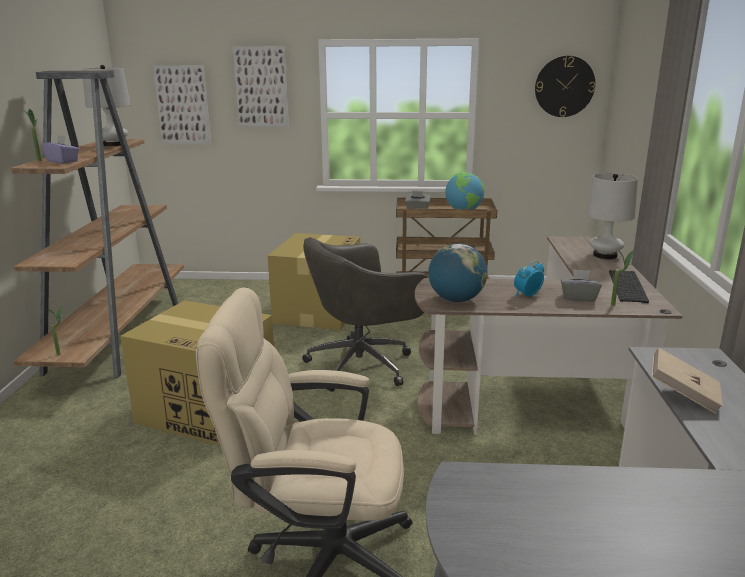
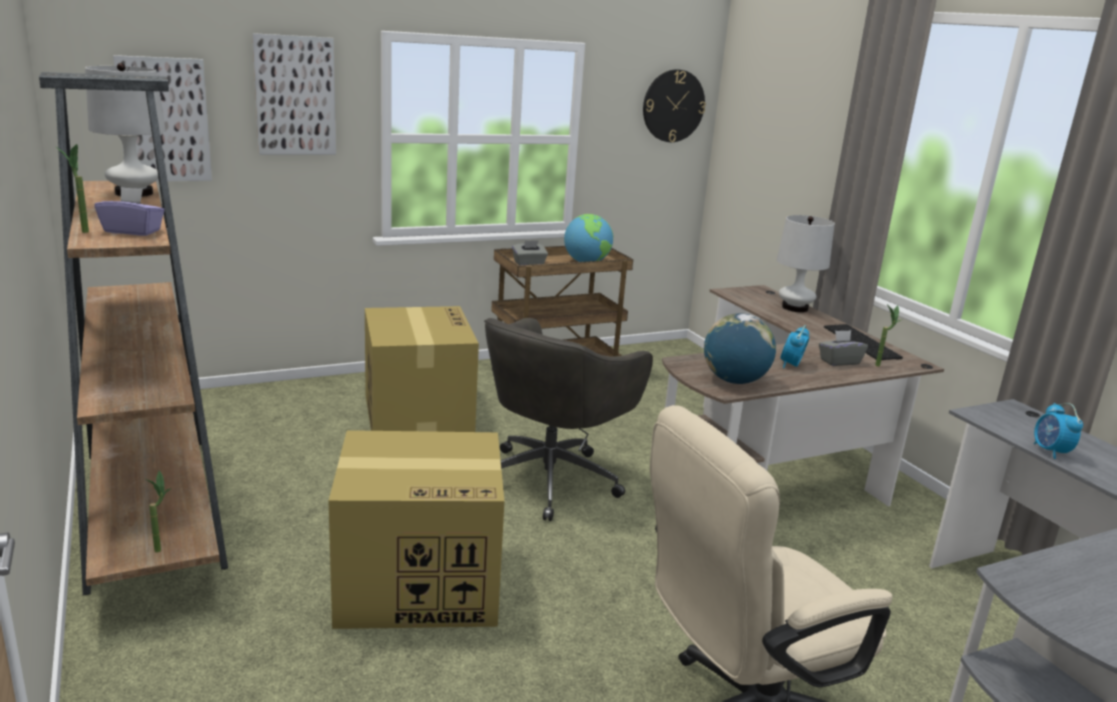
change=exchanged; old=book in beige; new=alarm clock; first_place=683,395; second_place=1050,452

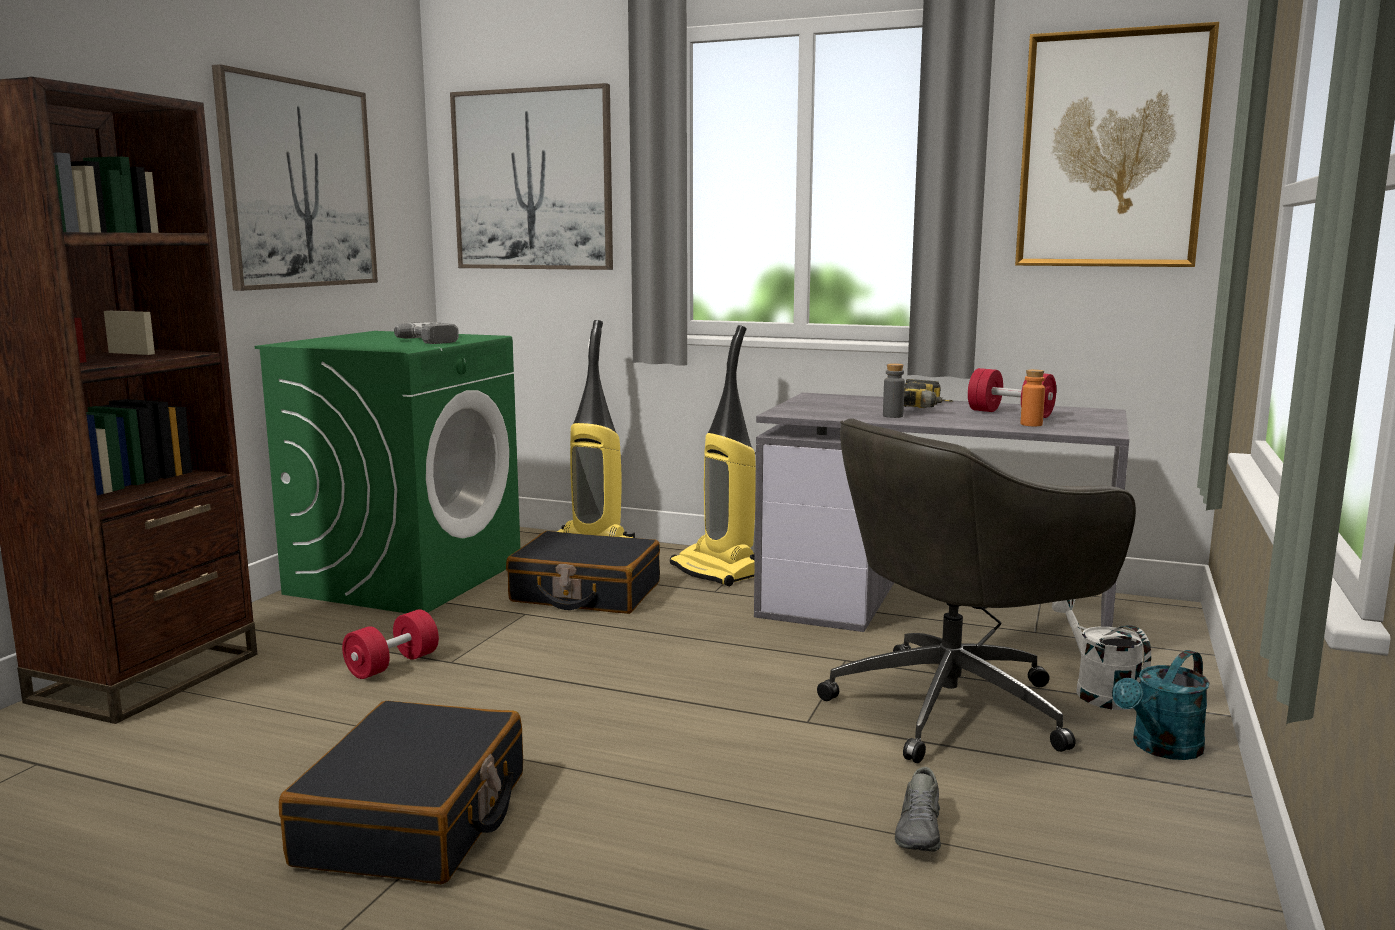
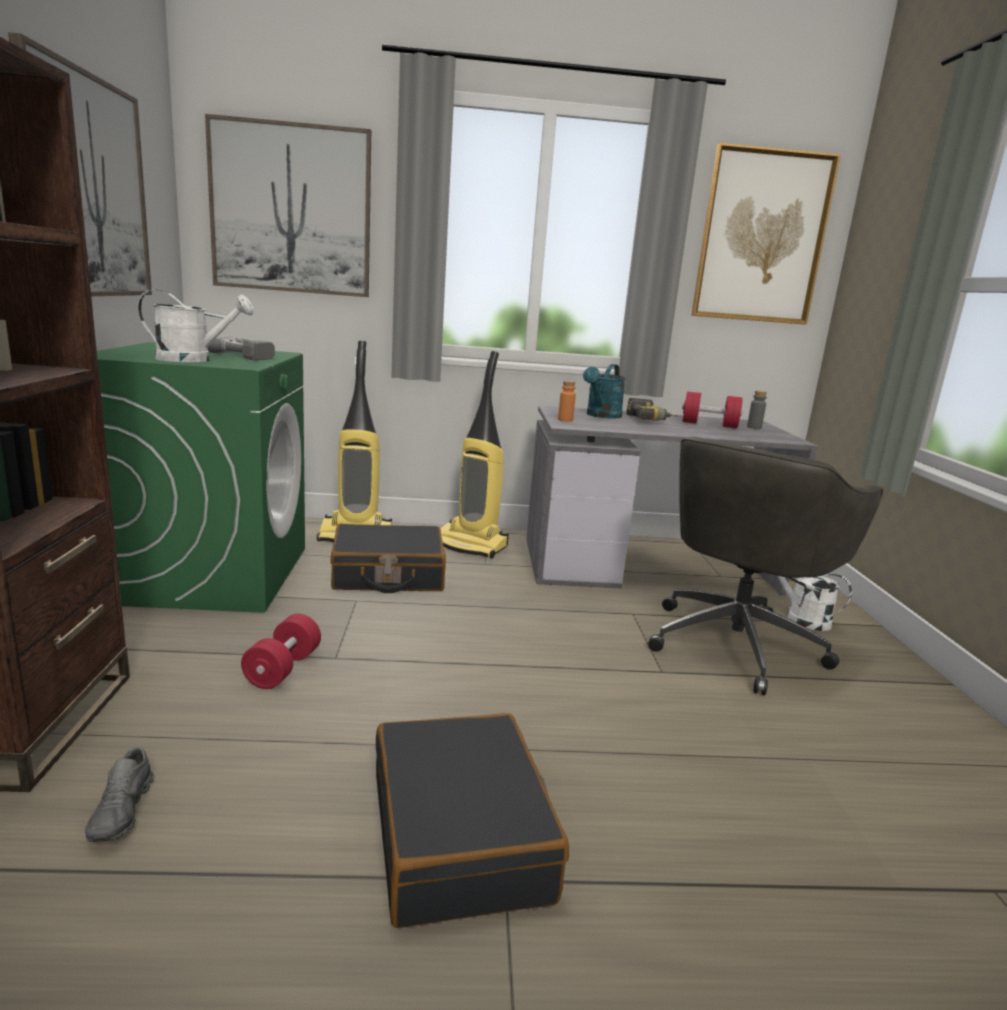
change=relocated; old=shoe in grey; first_place=920,831; second_place=122,812
change=appeared; new=watering can in white; second_place=194,360
change=relocated; old=bottle in orange; first_place=1031,424; second_place=565,420
change=relocated; old=watering can in turquoise; first_place=1161,748; second_place=601,416
change=relocated; old=bottle in grey; first_place=893,416; second_place=754,427

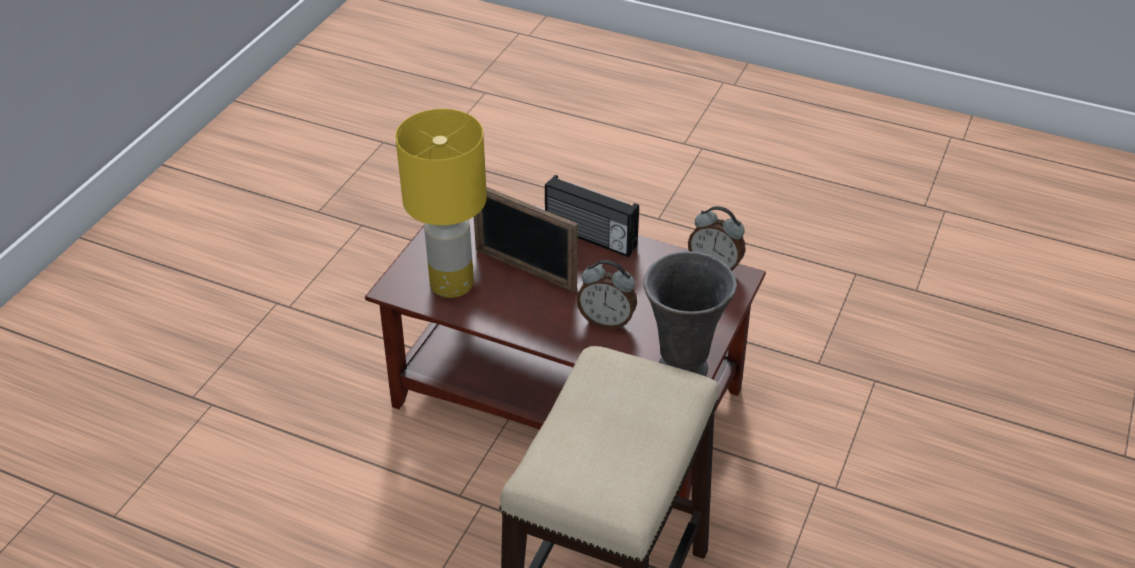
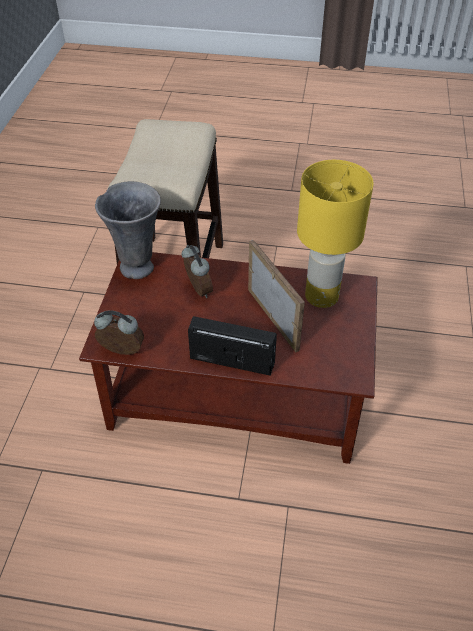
change=spun; old=alarm clock; first_place=606,321; second_place=197,290; degrees=60
change=spun; old=picture frame; first_place=525,269; second_place=273,319; degrees=45

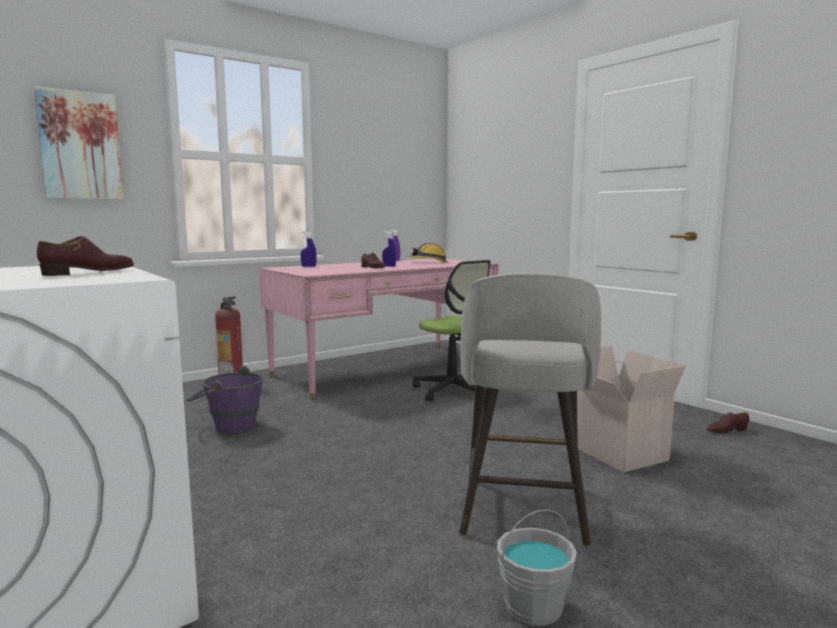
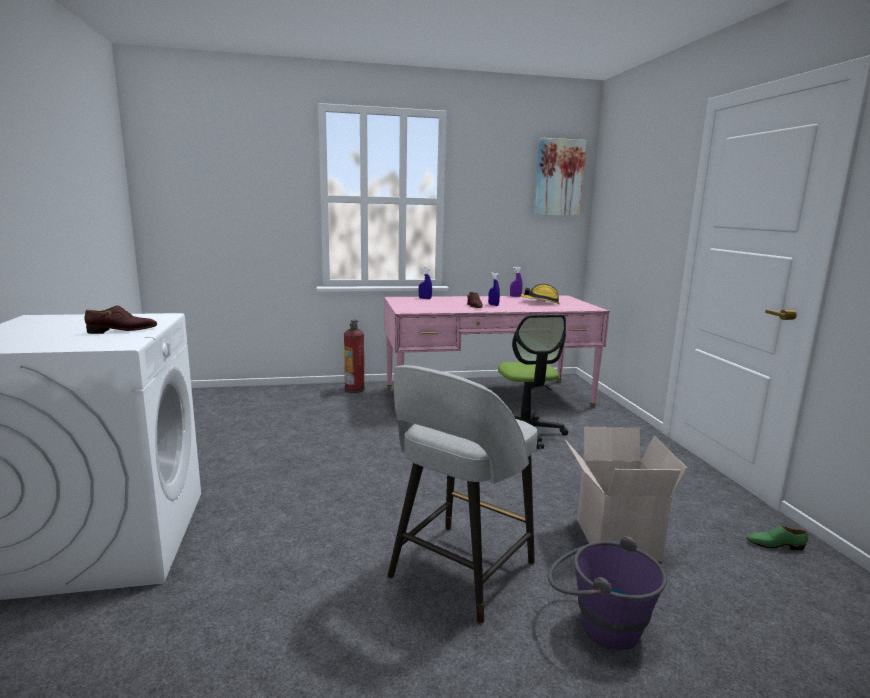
change=relocated; old=picture; first_place=80,146; second_place=559,177
change=relocated; old=bucket in purple; first_place=227,426; second_place=598,623
change=colour; old=shoe in brown; new=shoe in green; first_place=726,430; second_place=775,545
change=missing; old=bucket in grey; first_place=534,607

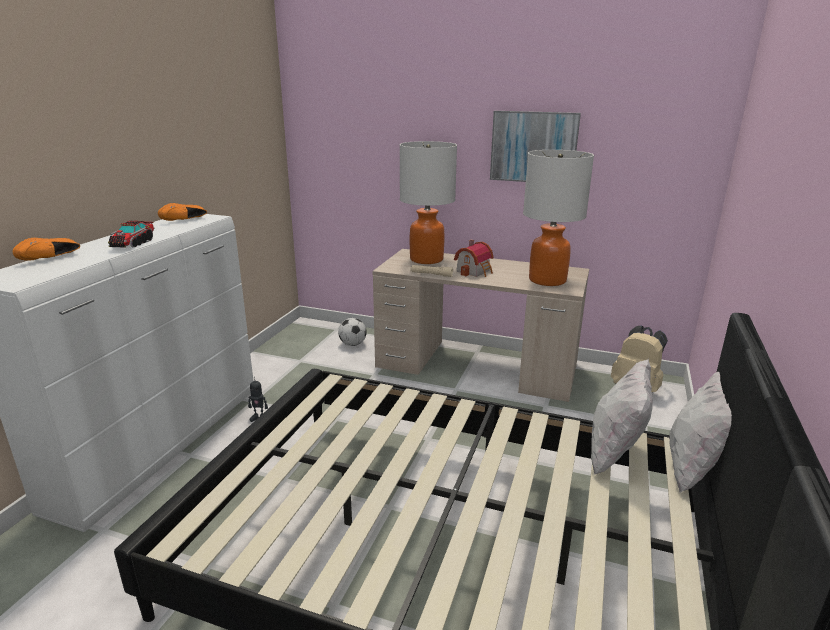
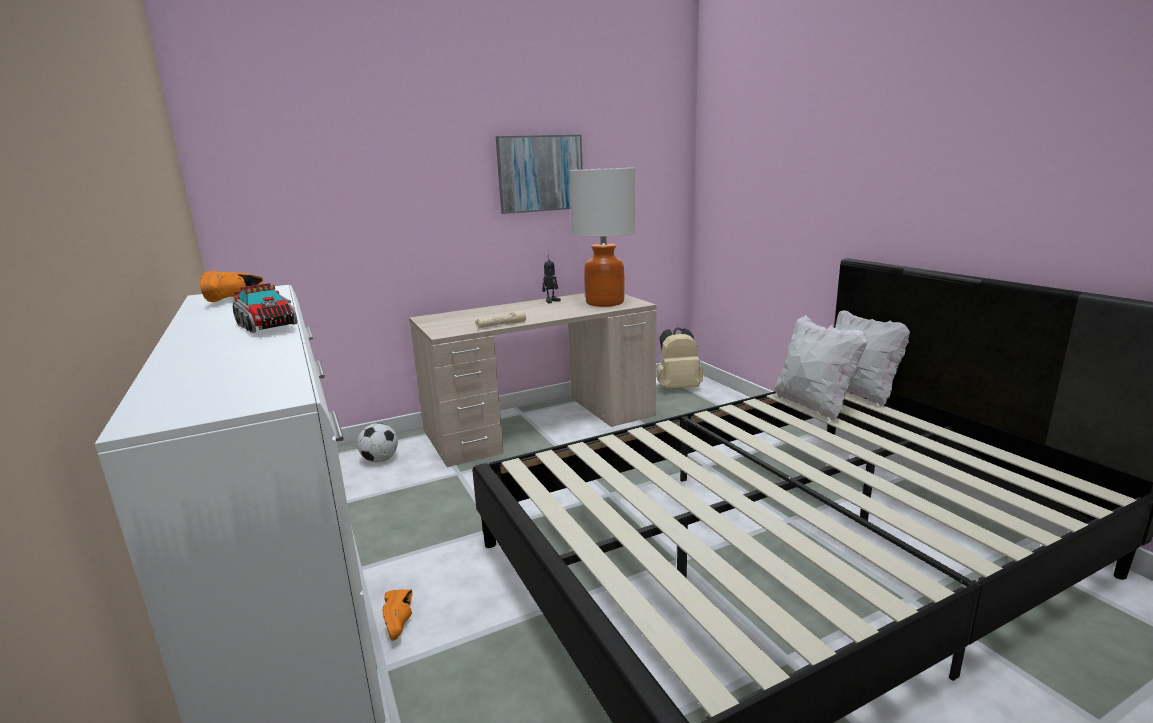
change=relocated; old=shoe in orange; first_place=52,258; second_place=401,621
change=relocated; old=toy robot; first_place=259,418; second_place=551,301
change=missing; old=table lamp; first_place=426,259
change=missing; old=toy house; first_place=475,271

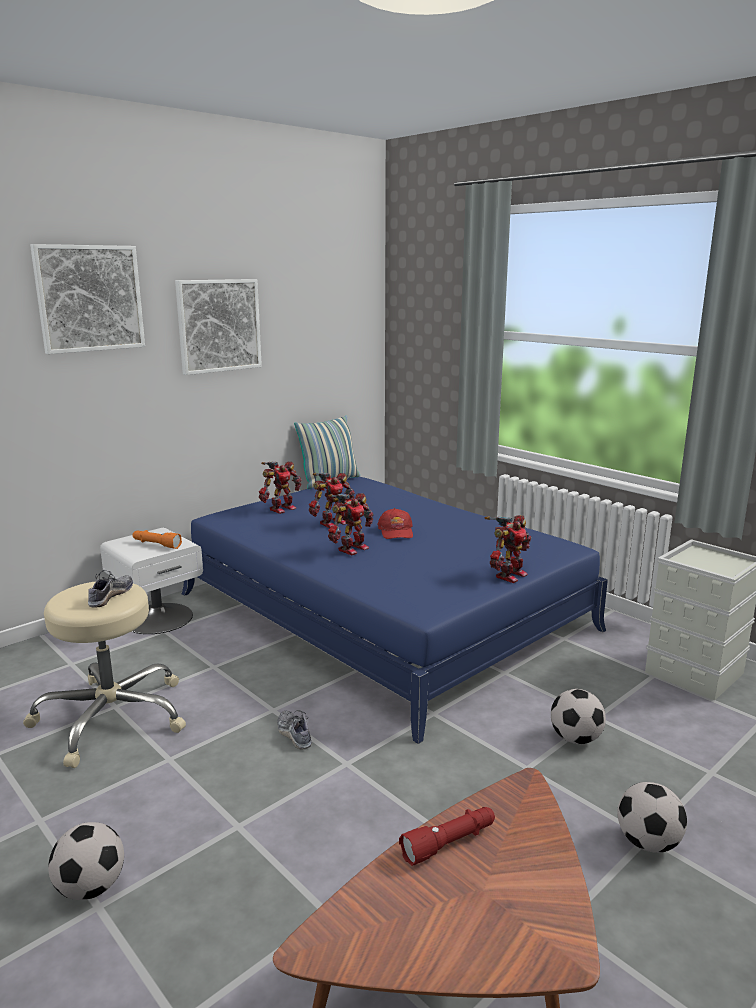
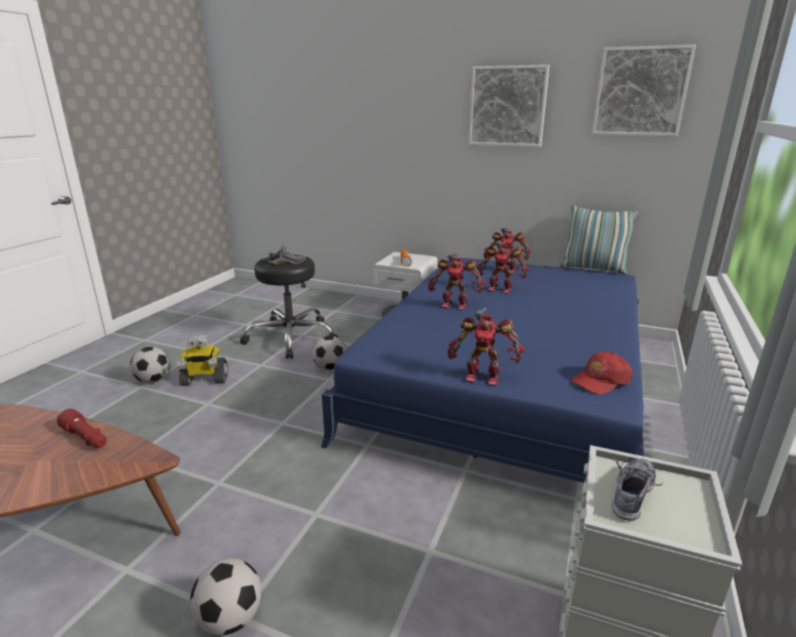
change=appeared; new=toy robot; second_place=204,379
change=colour; old=stool in beige; new=stool in black; first_place=111,717; second_place=291,337
change=relocated; old=football; first_place=575,738; second_place=330,368
change=relocated; old=cap in red; first_place=396,531; second_place=600,380
change=relocated; old=picture; first_place=89,298; second_place=640,92
change=relocated; old=shoe; first_place=294,734; second_place=631,494

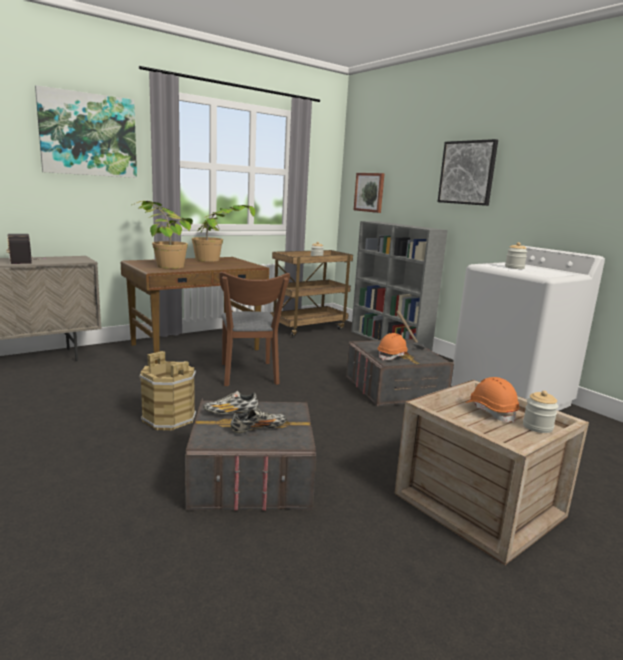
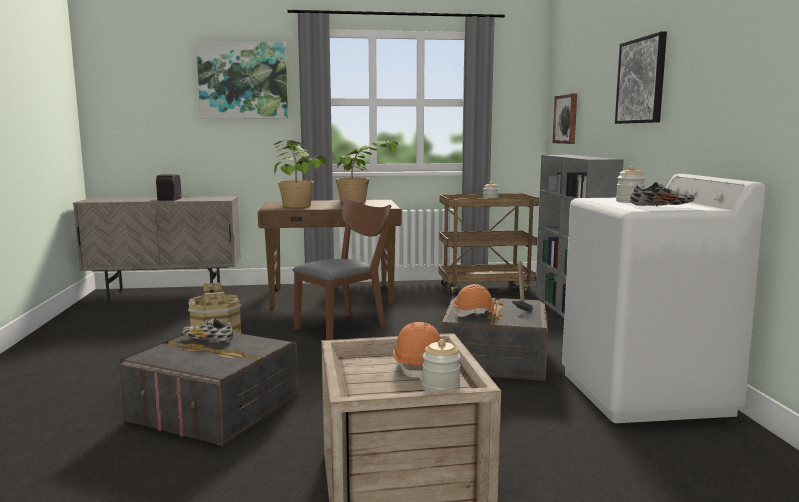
change=spun; old=chair in brown; first_place=249,375; second_place=345,326; degrees=-150
change=relocated; old=shoe; first_place=258,429; second_place=660,206

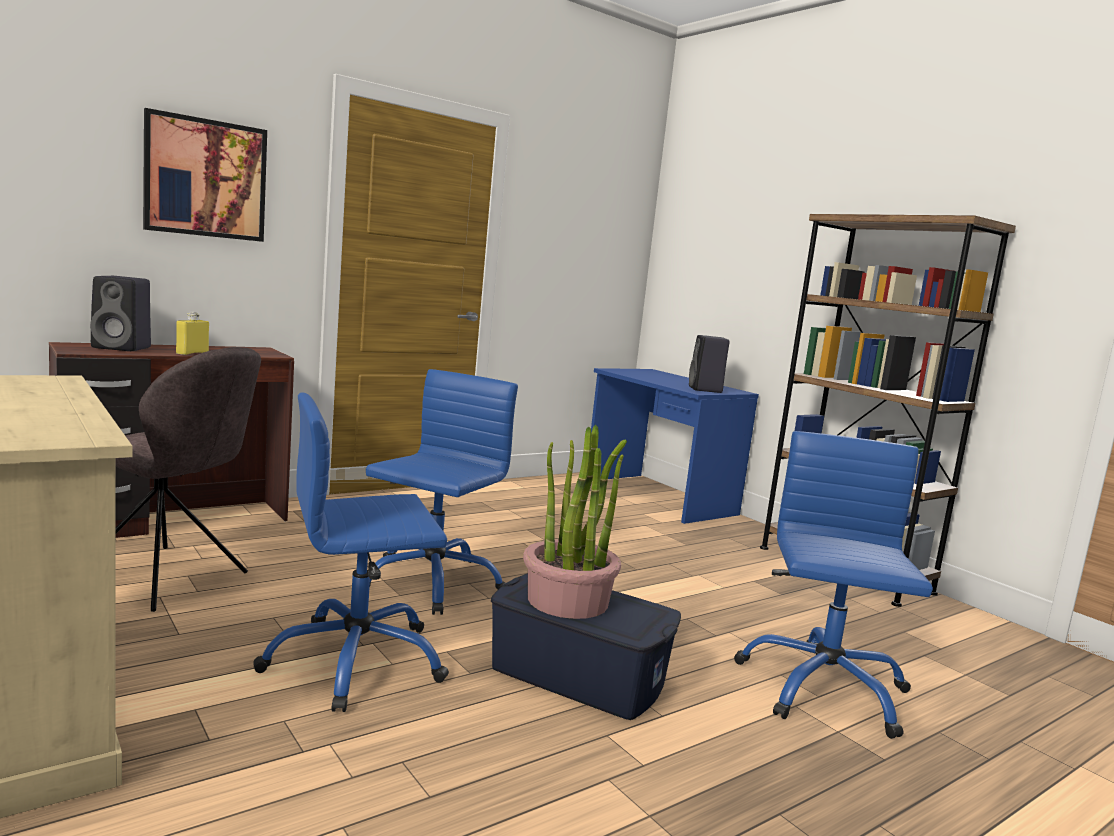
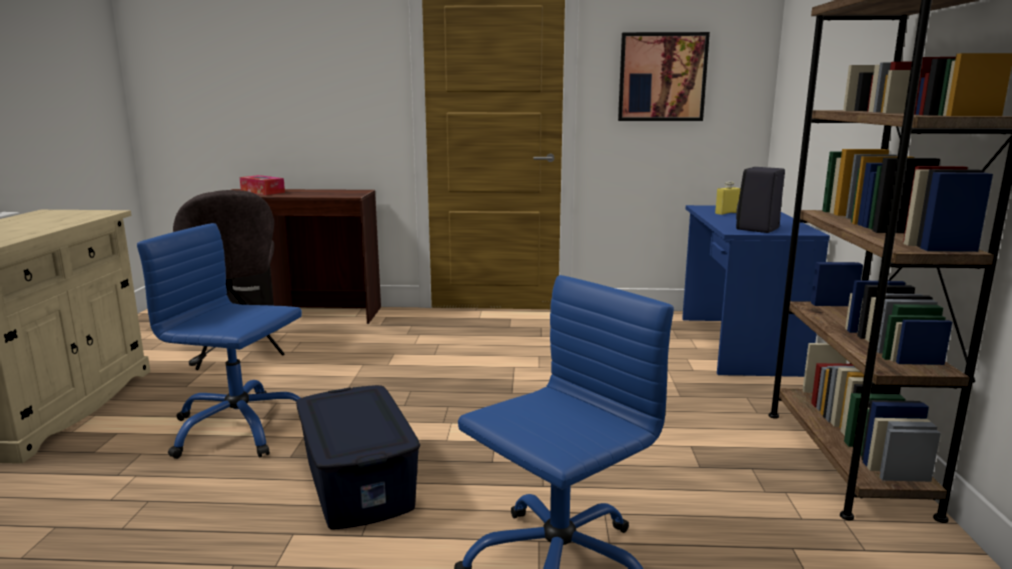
change=exchanged; old=speaker in black; new=tissue box; first_place=123,348; second_place=262,192
change=relocated; old=picture; first_place=205,178; second_place=662,77
change=relocated; old=bottle in yellow; first_place=192,353; second_place=726,213
change=missing; old=office chair in blue; first_place=431,582
change=missing; old=potted plant; first_place=568,601

